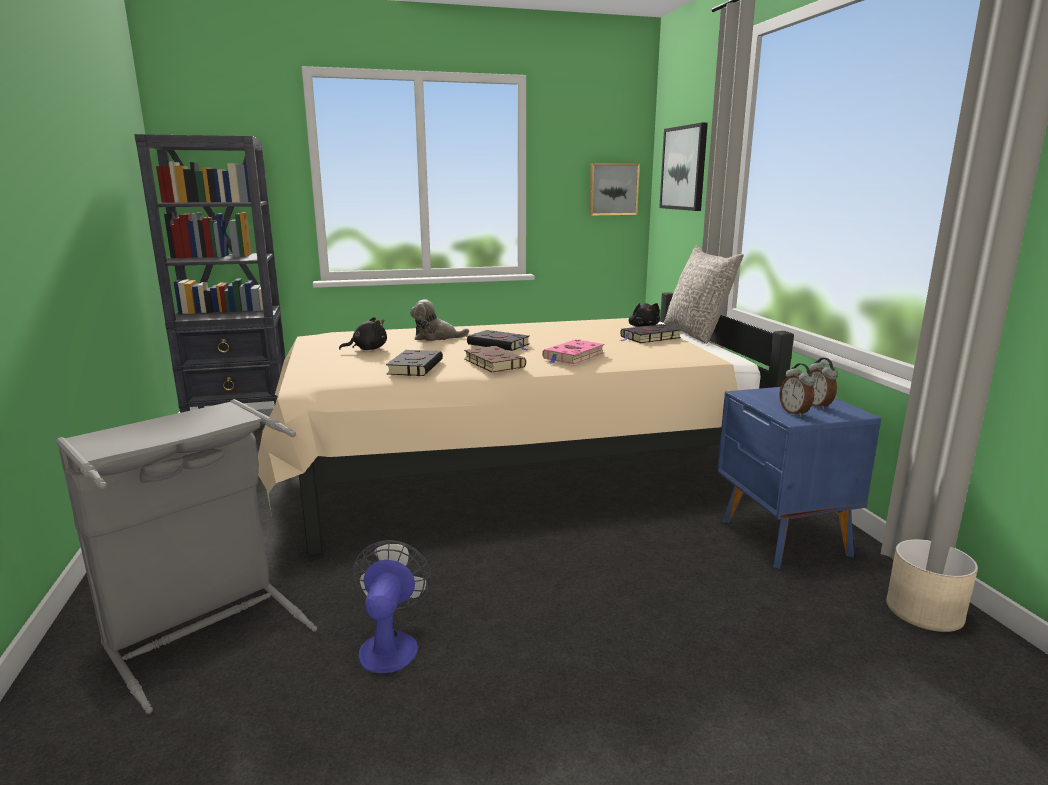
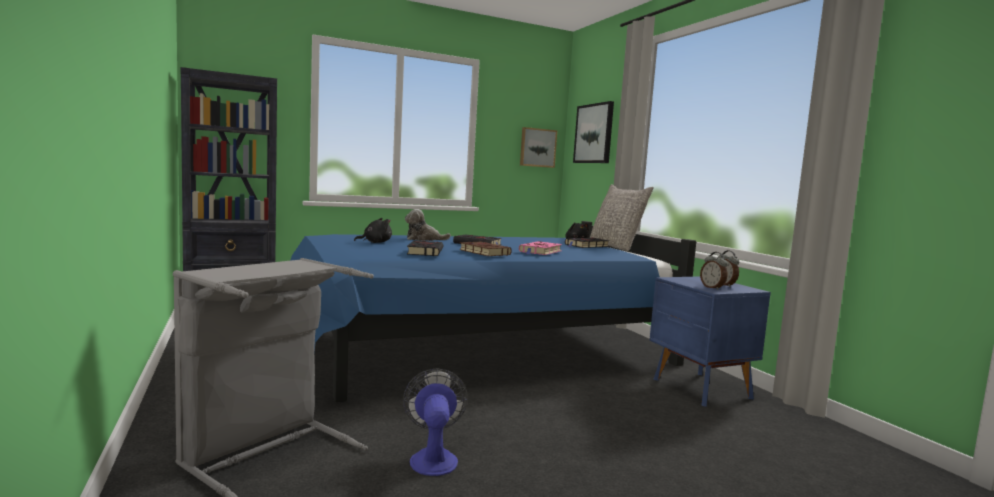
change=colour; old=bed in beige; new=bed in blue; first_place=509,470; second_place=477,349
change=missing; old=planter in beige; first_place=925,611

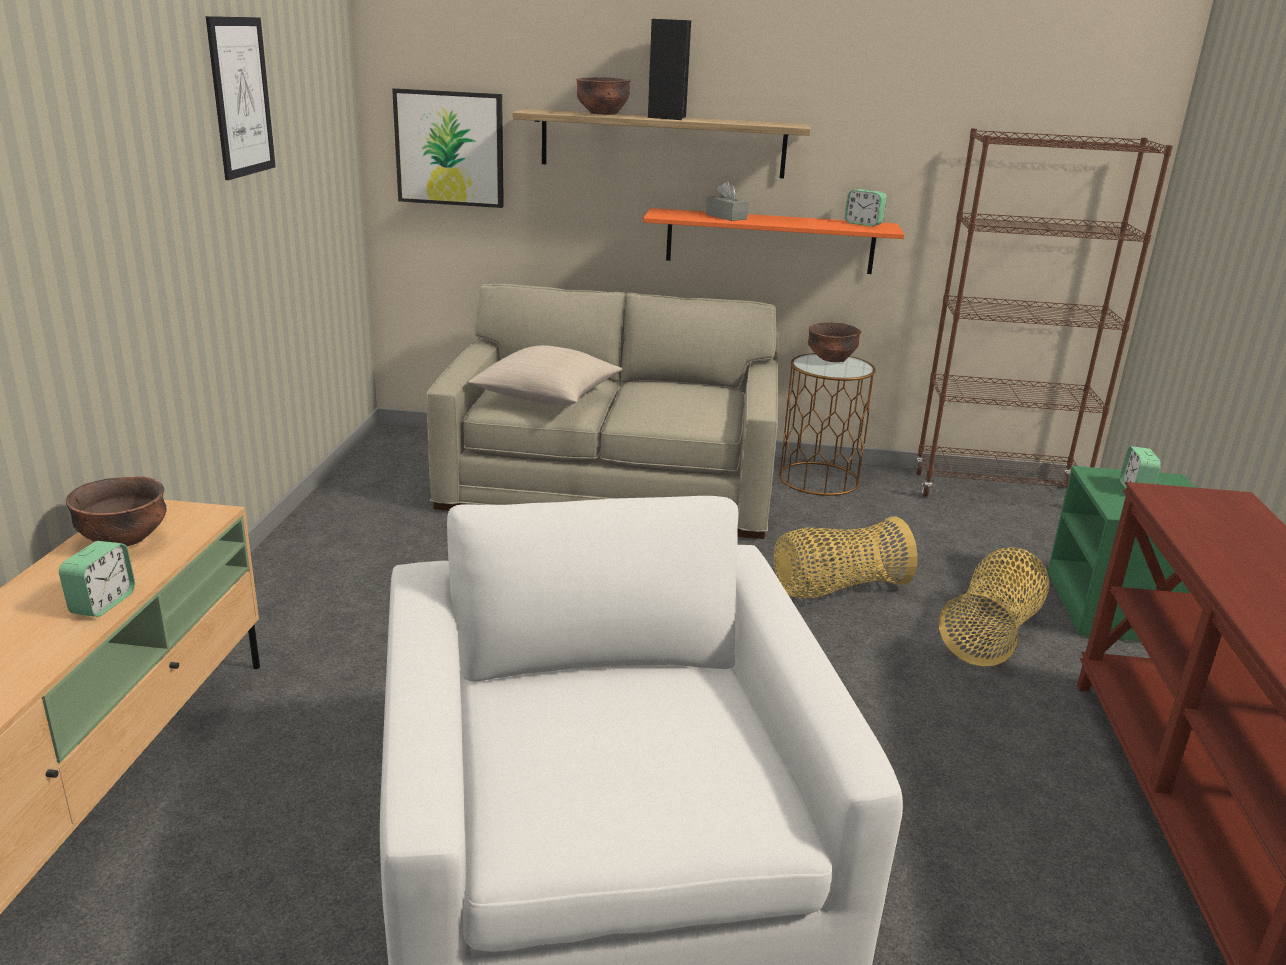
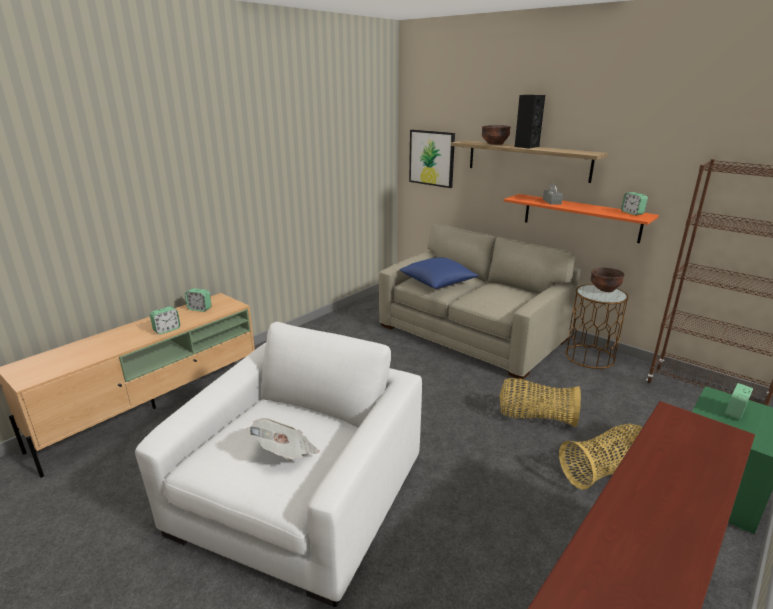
change=exchanged; old=bowl in brown; new=alarm clock; first_place=125,540; second_place=200,309
change=appeared; new=newspaper; second_place=285,453
change=colour; old=pillow in beige; new=pillow in blue; first_place=547,396; second_place=437,282
change=missing; old=picture; first_place=241,97

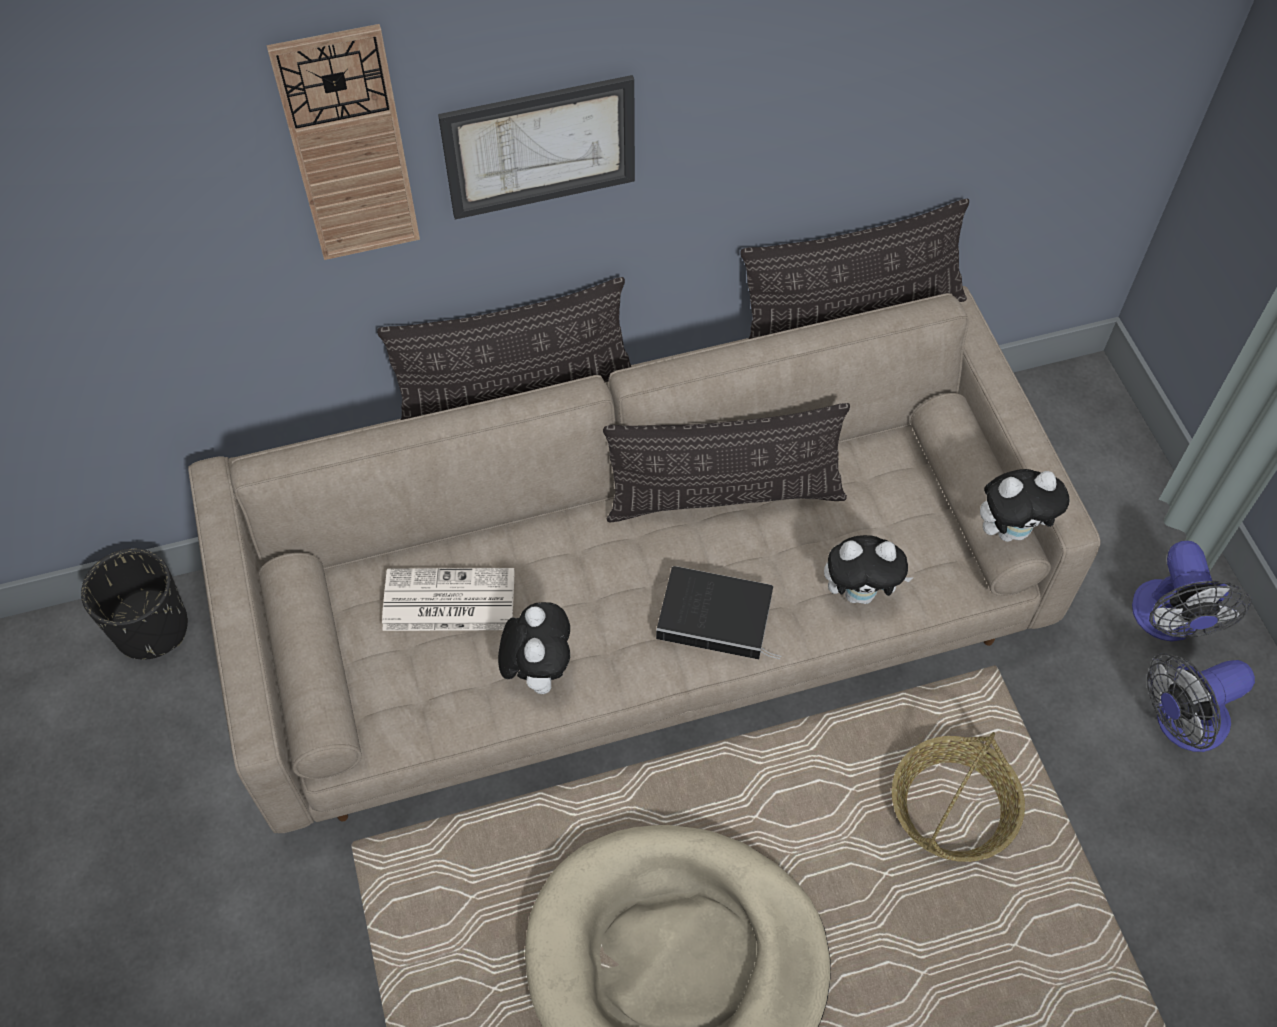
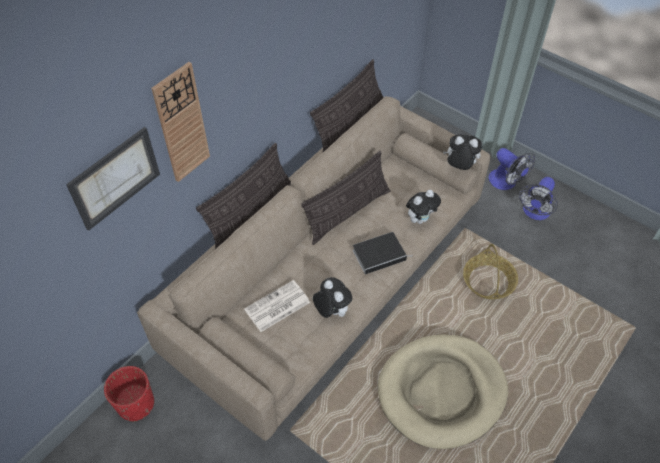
change=relocated; old=picture; first_place=540,146; second_place=115,178
change=colour; old=planter in black; new=planter in red; first_place=151,628; second_place=136,404
change=spun; old=plush toy; first_place=1011,530; second_place=459,167; degrees=-120

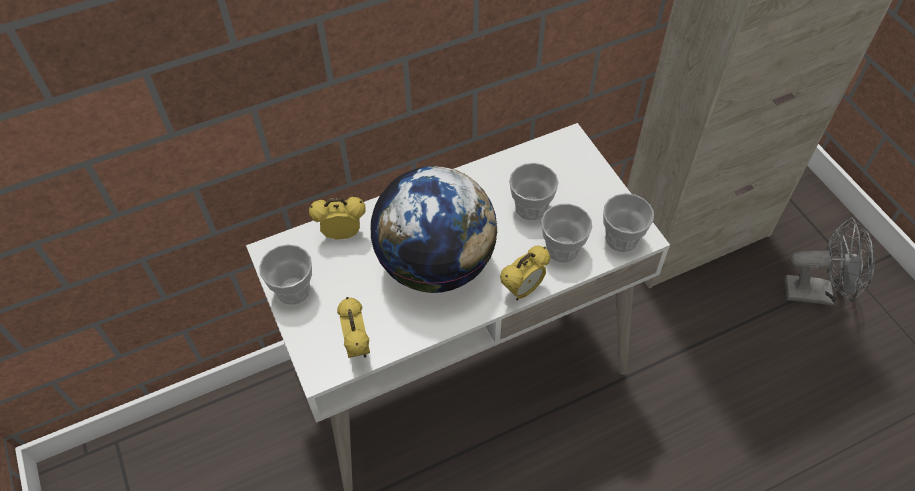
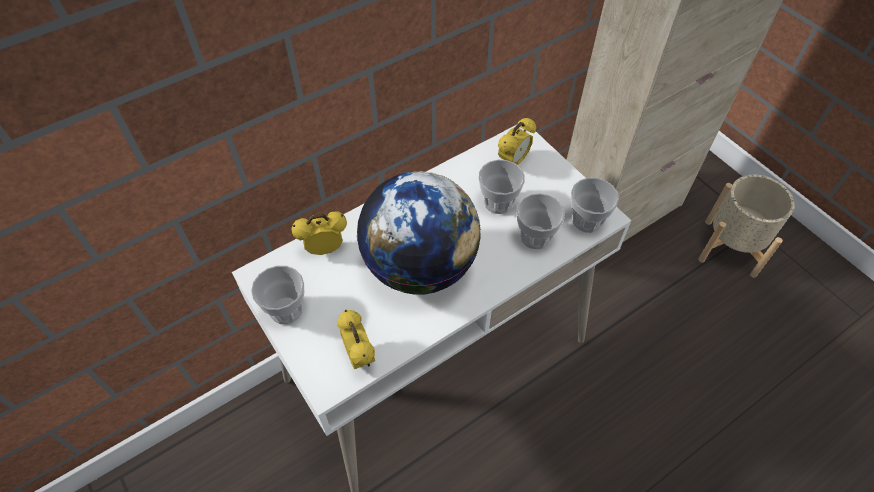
change=relocated; old=alarm clock; first_place=522,290; second_place=513,161
change=exchanged; old=fan in grey; new=planter in beige; first_place=816,292; second_place=729,248

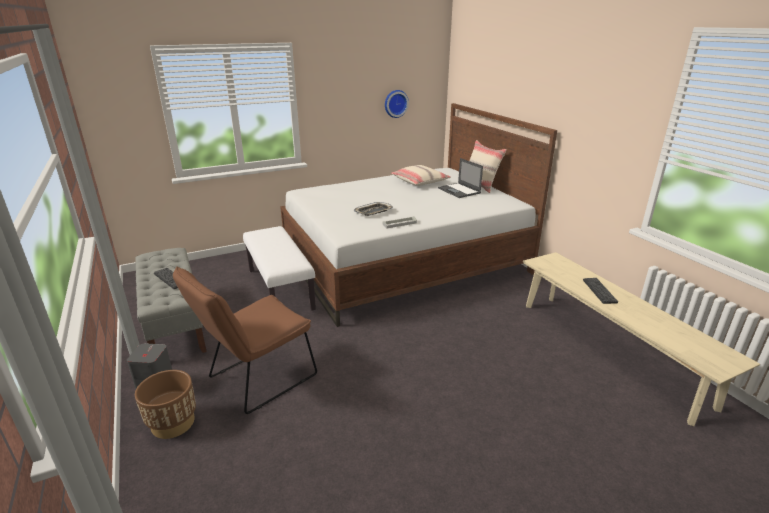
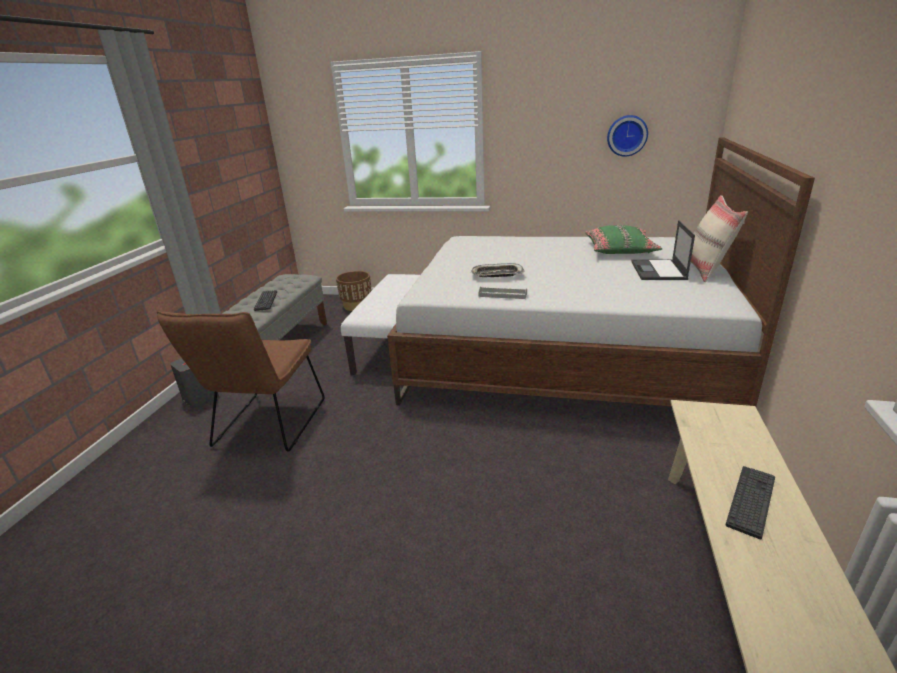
change=spun; old=chair in brown; first_place=256,379; second_place=266,427; degrees=-75
change=relocated; old=planter in brown; first_place=173,423; second_place=357,306
change=colour; old=pillow in beige; new=pillow in green; first_place=420,181; second_place=620,250

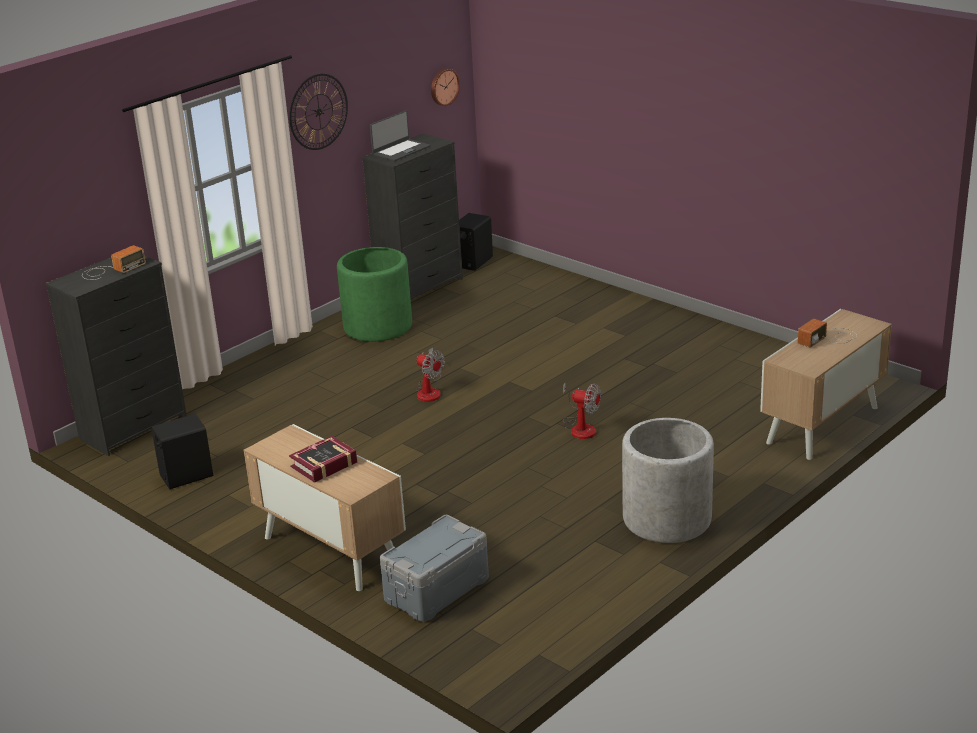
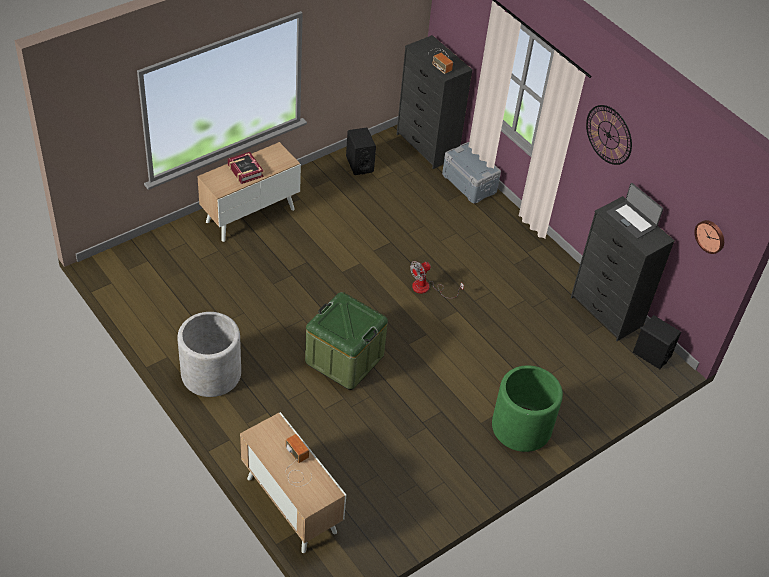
change=exchanged; old=fan; new=storage box in green; first_place=580,427; second_place=344,358
change=relocated; old=storage box in grey; first_place=436,589; second_place=469,183
change=relocated; old=planter in green; first_place=378,326; second_place=521,427

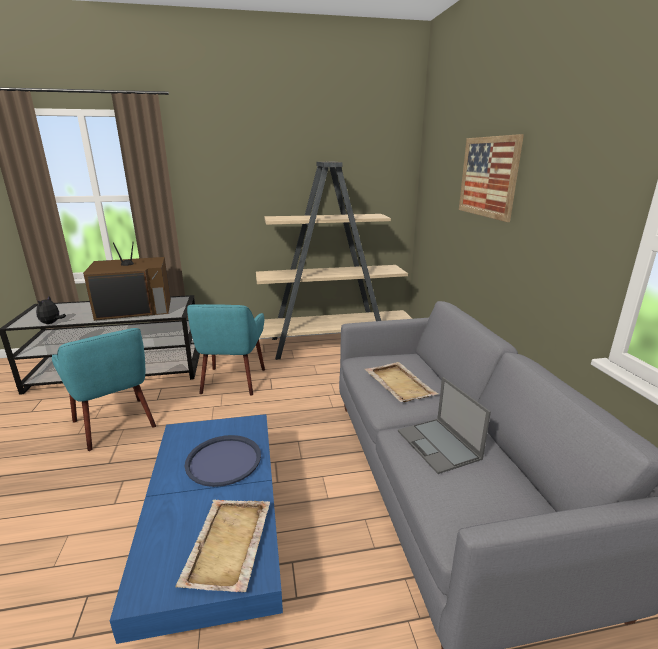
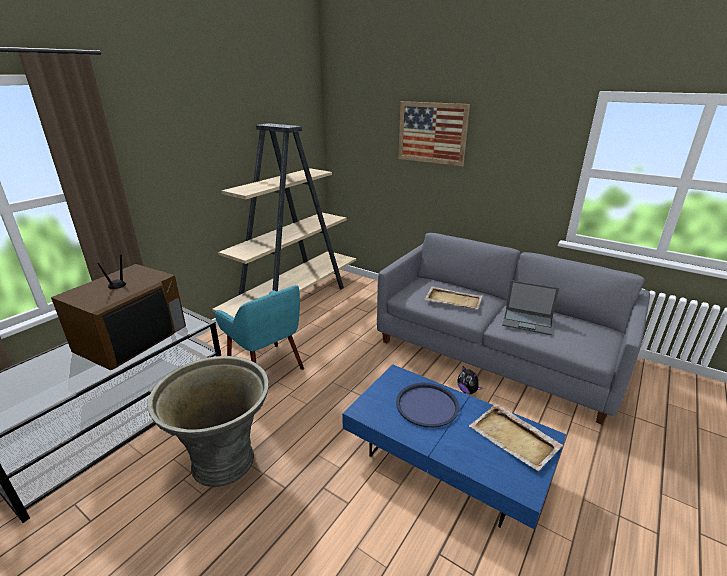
change=exchanged; old=armchair in turquoise; new=planter in grey; first_place=115,424; second_place=225,461
change=relocated; old=plush toy; first_place=52,323; second_place=467,391

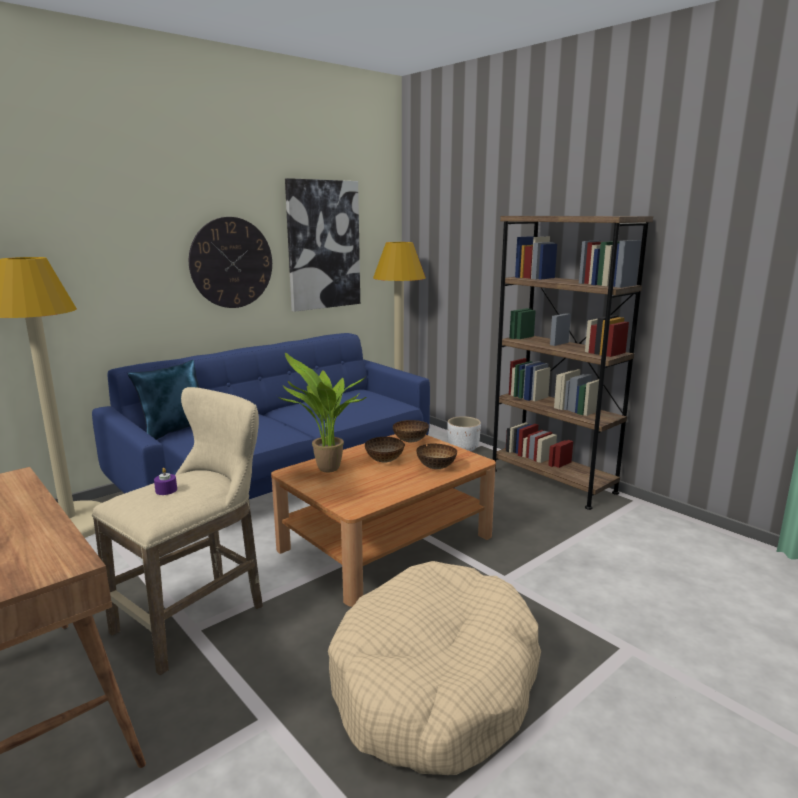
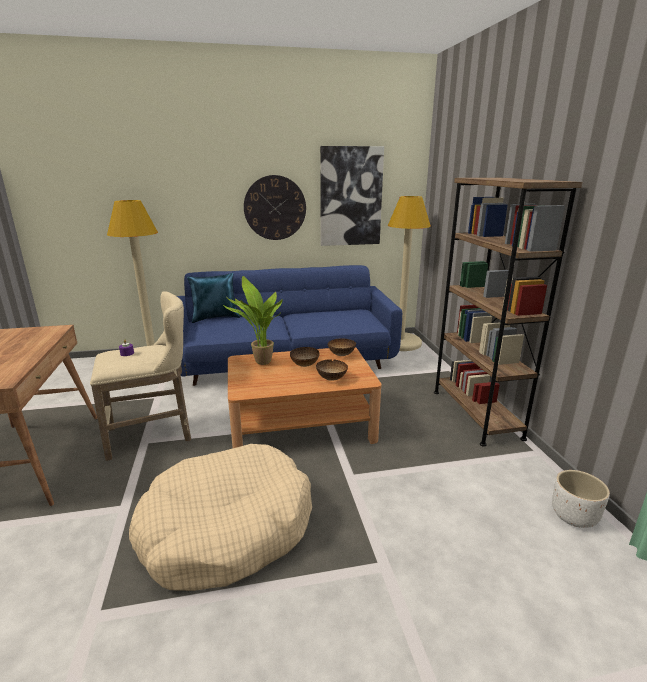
change=relocated; old=planter in white; first_place=463,448; second_place=573,516

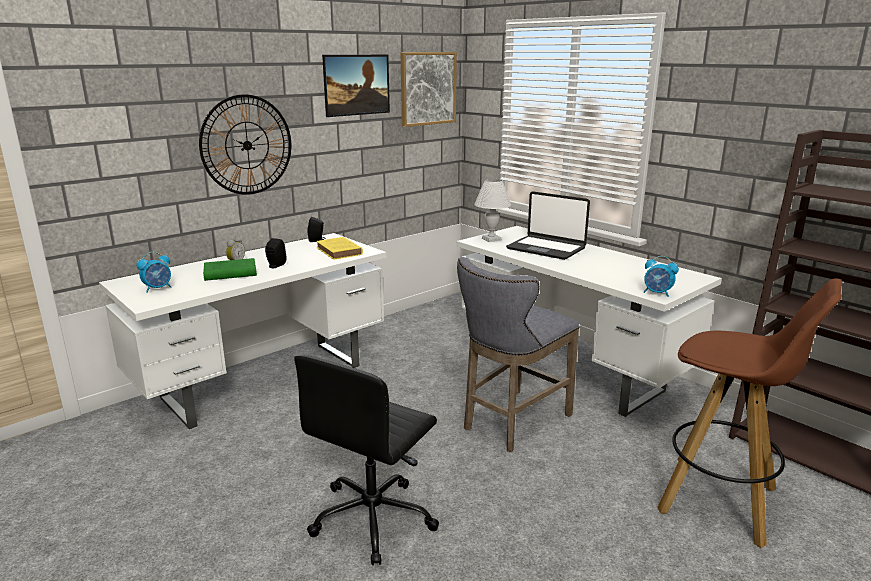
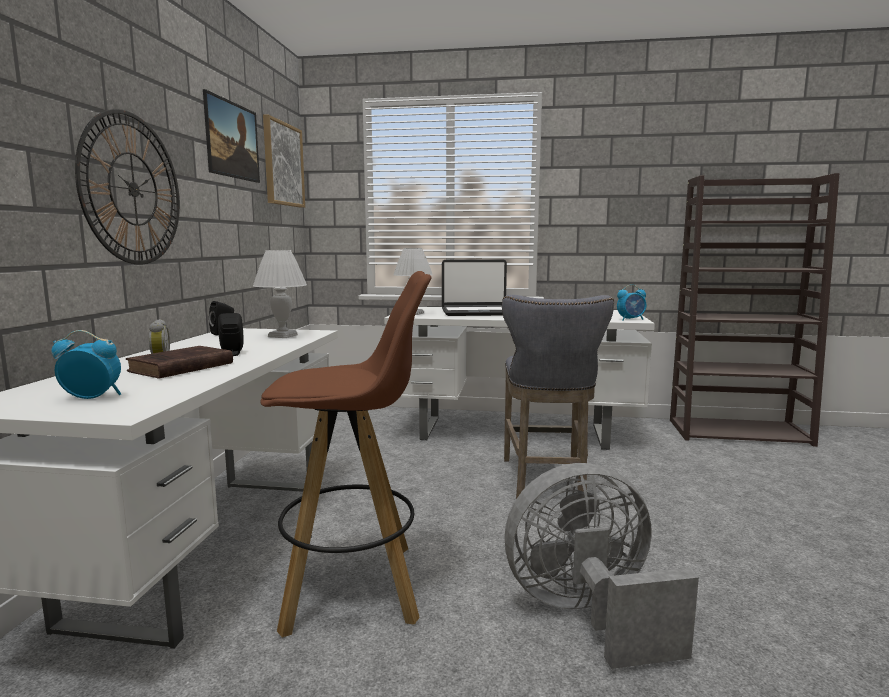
change=spun; old=alarm clock; first_place=158,288; second_place=92,397; degrees=-105
change=colour; old=book in green; new=book in brown; first_place=229,273; second_place=179,368
change=exchanged; old=book in yellow; new=table lamp in white; first_place=339,251; second_place=282,336
change=relocated; old=stool in brown; first_place=720,501; second_place=354,587
change=exchanged; old=office chair in black; new=fan in grey; first_place=374,518; second_place=588,615

